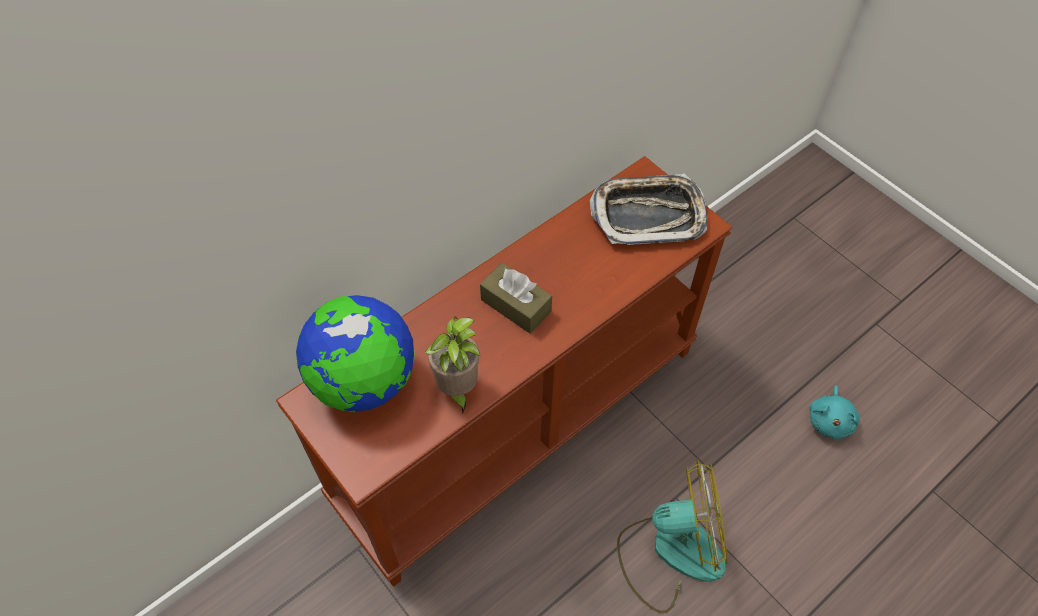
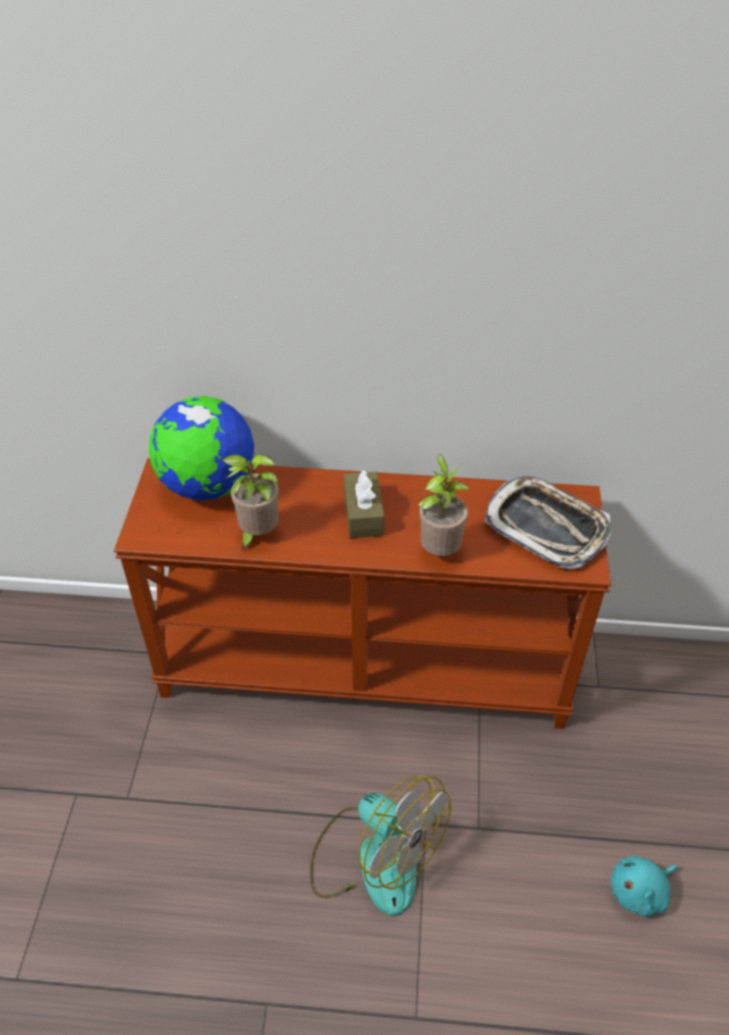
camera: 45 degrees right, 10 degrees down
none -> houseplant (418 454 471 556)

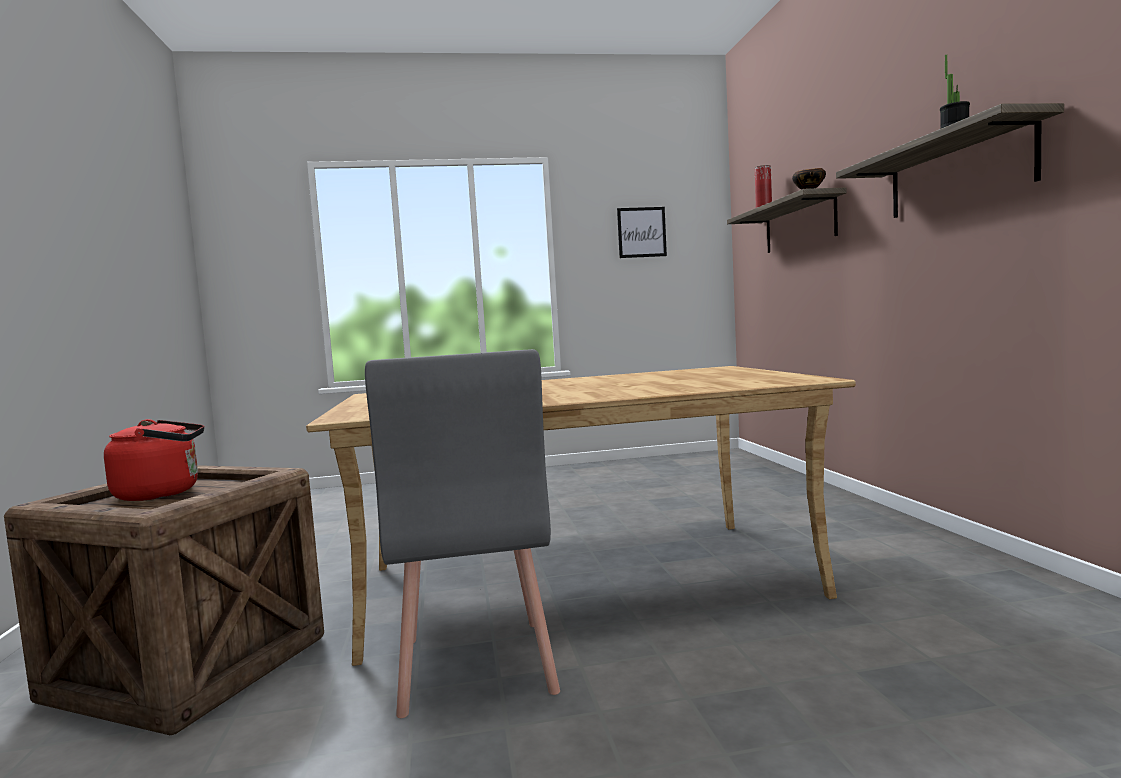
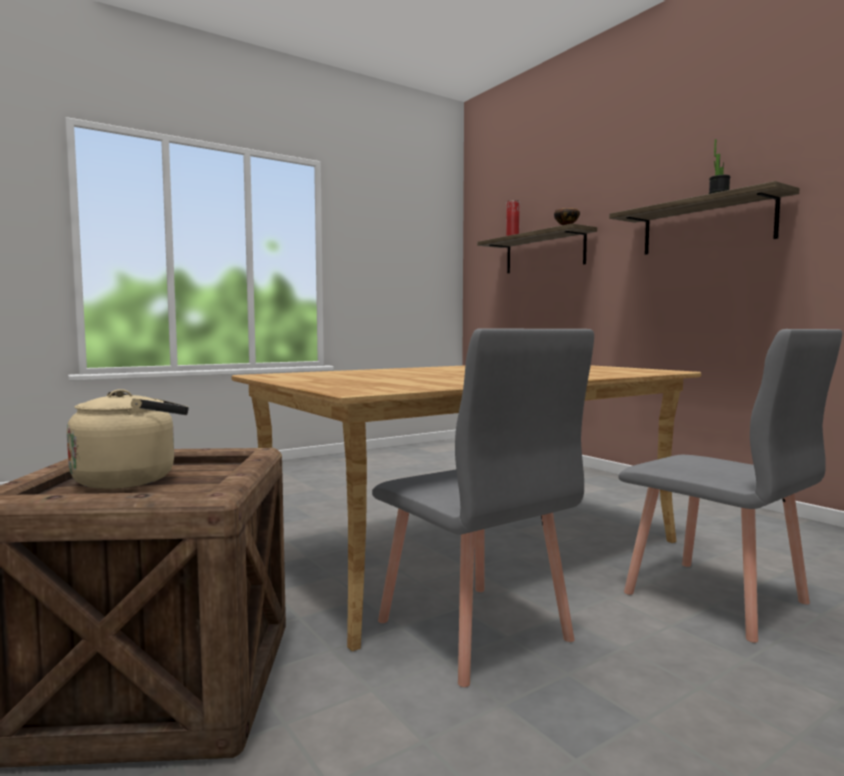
camera: 25 degrees left, 0 degrees up
wall art (617 207 667 258) -> none
none -> plain chair/greyish (618 329 843 643)
kettle/red-coloured (104 419 204 501) -> kettle/beige (67 389 189 489)

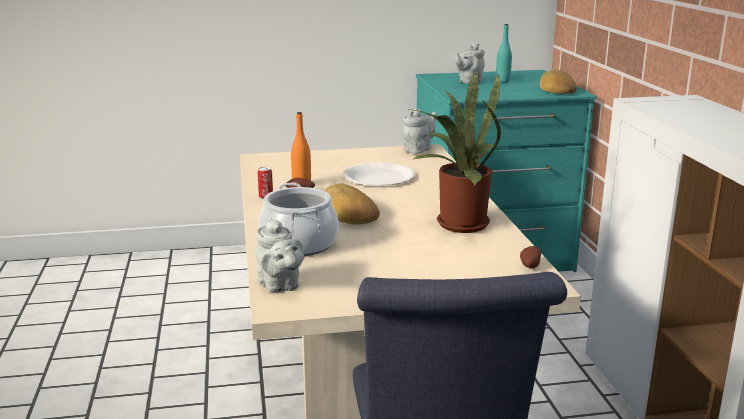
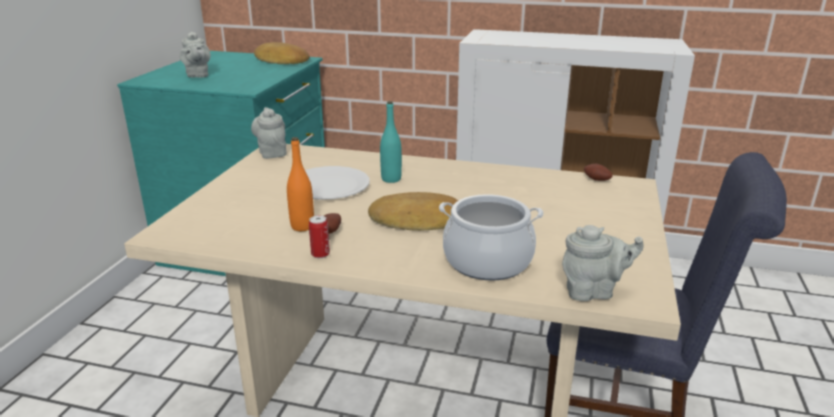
camera: 65 degrees left, 5 degrees up
houseplant (409 71 501 233) -> none
bottle/turquoise-coloured (496 24 512 83) -> bottle/turquoise-coloured (380 101 402 183), moved

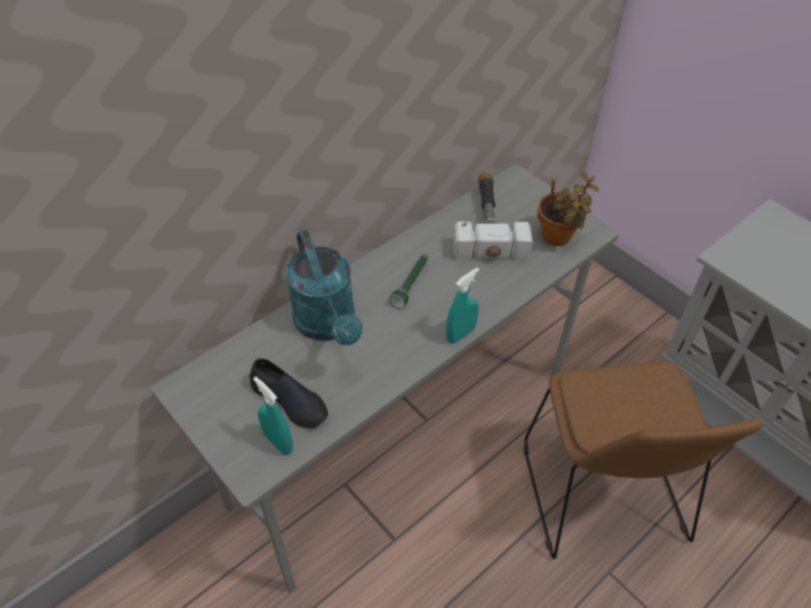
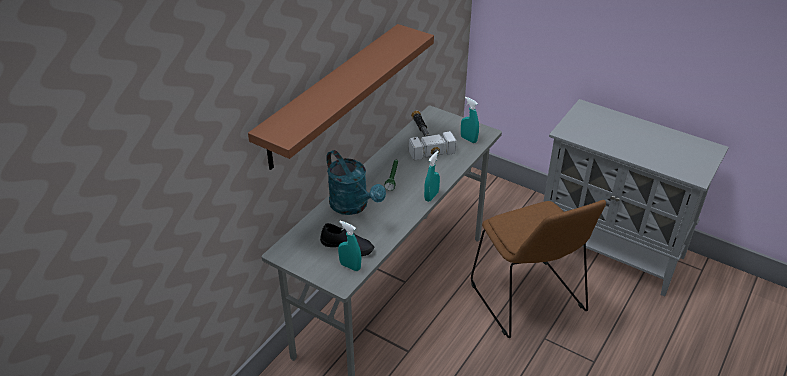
camera: 15 degrees left, 10 degrees down
none -> shelf/brown (248 24 434 170)
houseplant (537 171 599 246) -> sprayer/turquoise-coloured (461 97 479 143)

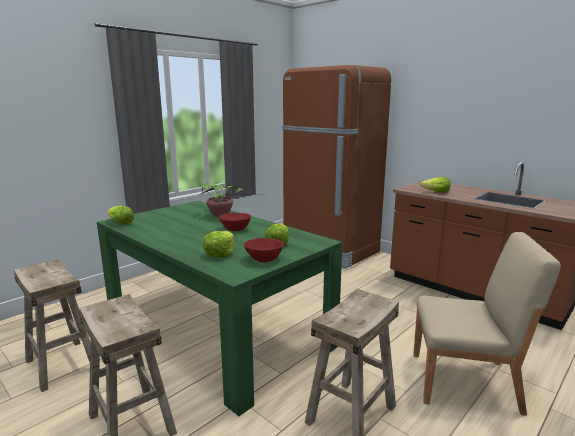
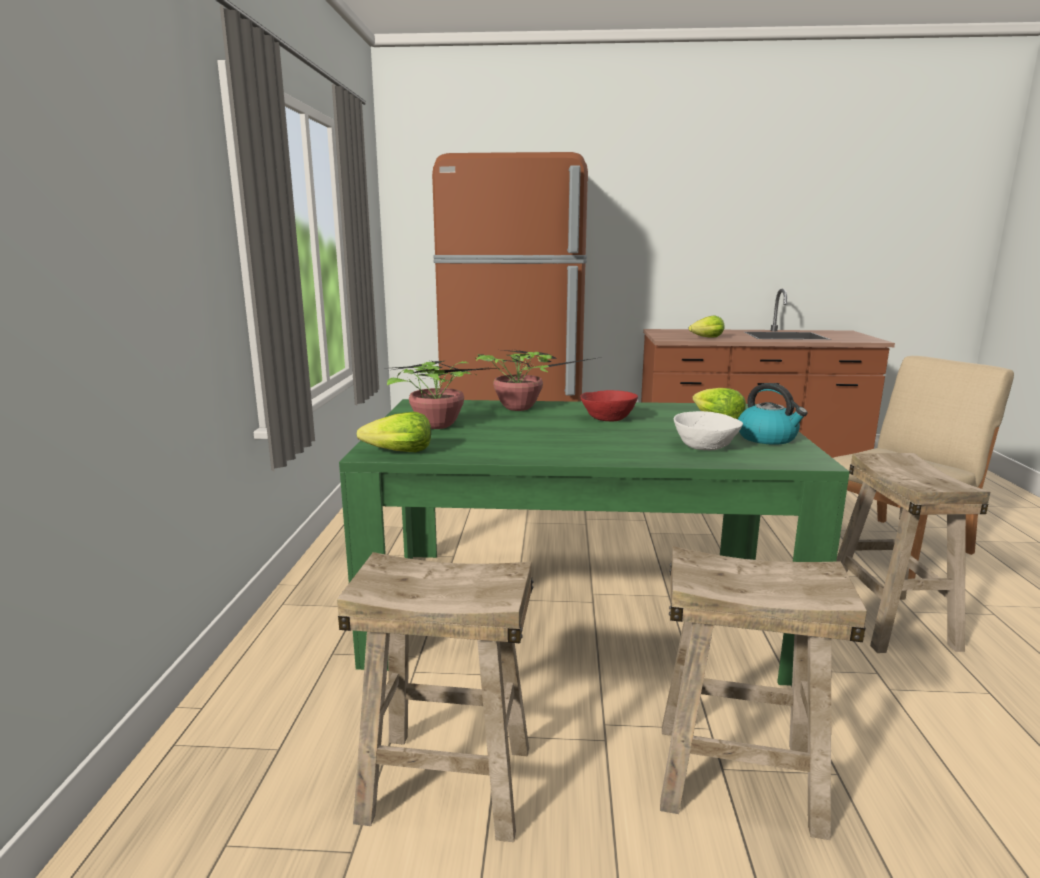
camera: 40 degrees left, 0 degrees up
none -> houseplant (387 360 499 429)
lettuce head (203 231 234 258) -> serving bowl/whitish (674 411 743 450)
serving bowl/red-coloured (244 238 284 262) -> kettle (738 383 808 445)

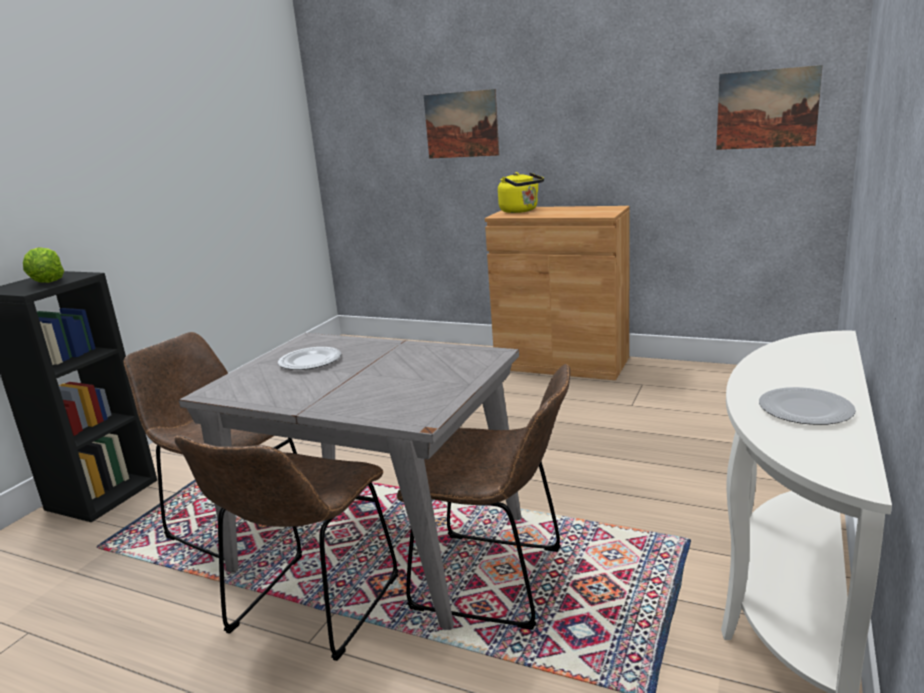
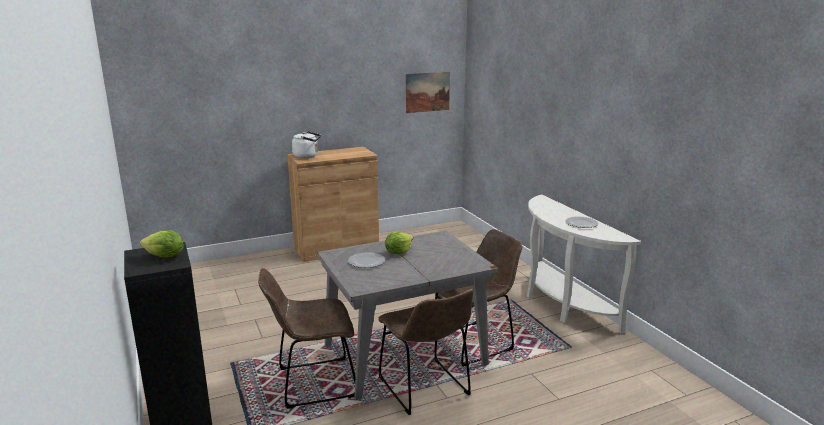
camera: 50 degrees left, 0 degrees up
wall art (424 89 499 159) -> none
none -> lettuce head (385 232 413 254)
kettle/yellow (498 172 544 213) -> kettle/whitish (292 131 321 158)

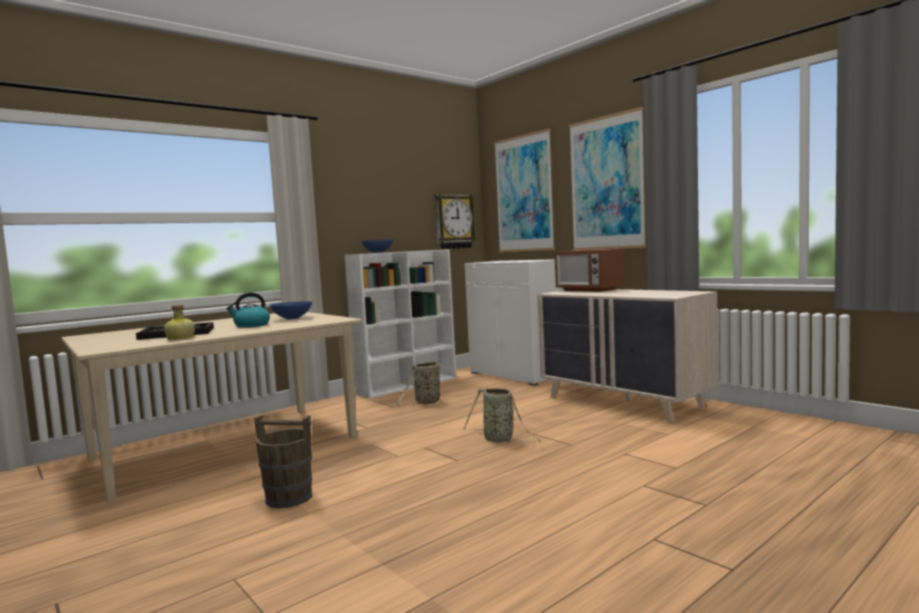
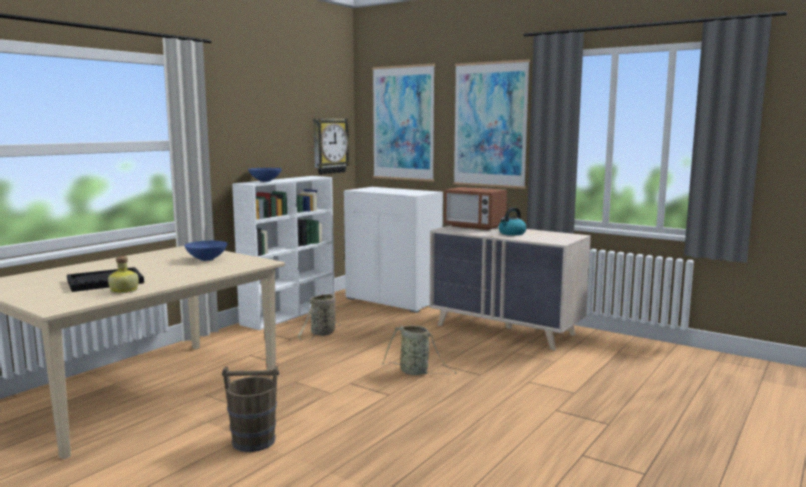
camera: 15 degrees left, 5 degrees up
kettle (226 292 270 328) -> kettle (499 207 527 235), moved

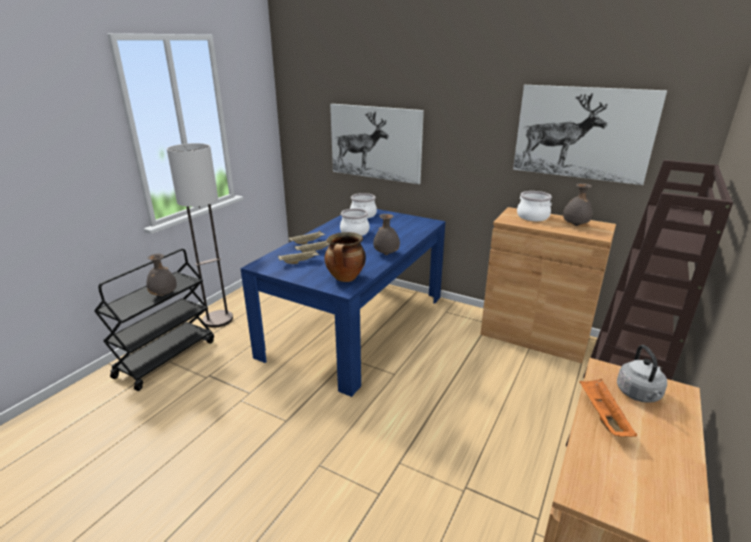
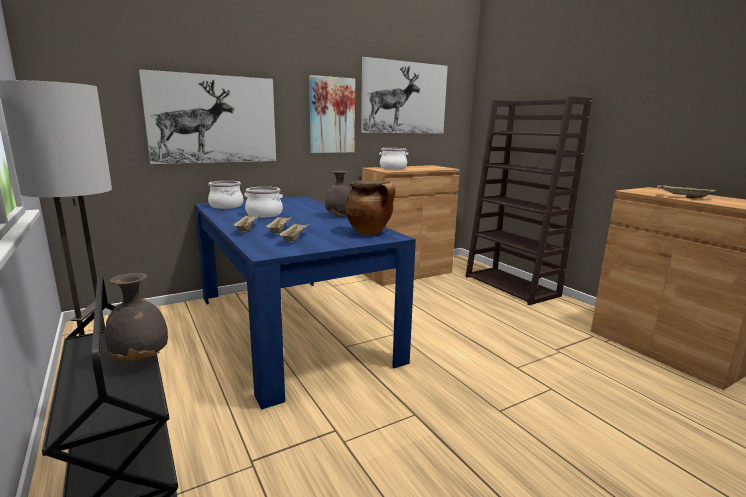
camera: 60 degrees left, 10 degrees down
flower vase/greyish (563 183 592 226) -> none
kettle/greyish (617 345 667 403) -> none
none -> wall art (309 75 355 153)
carrying tray/orange (579 379 637 437) -> carrying tray/beige (657 185 717 198)

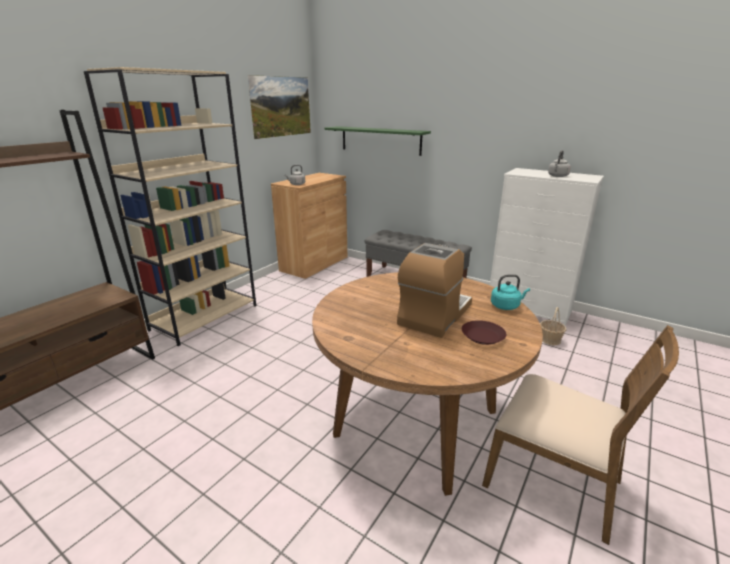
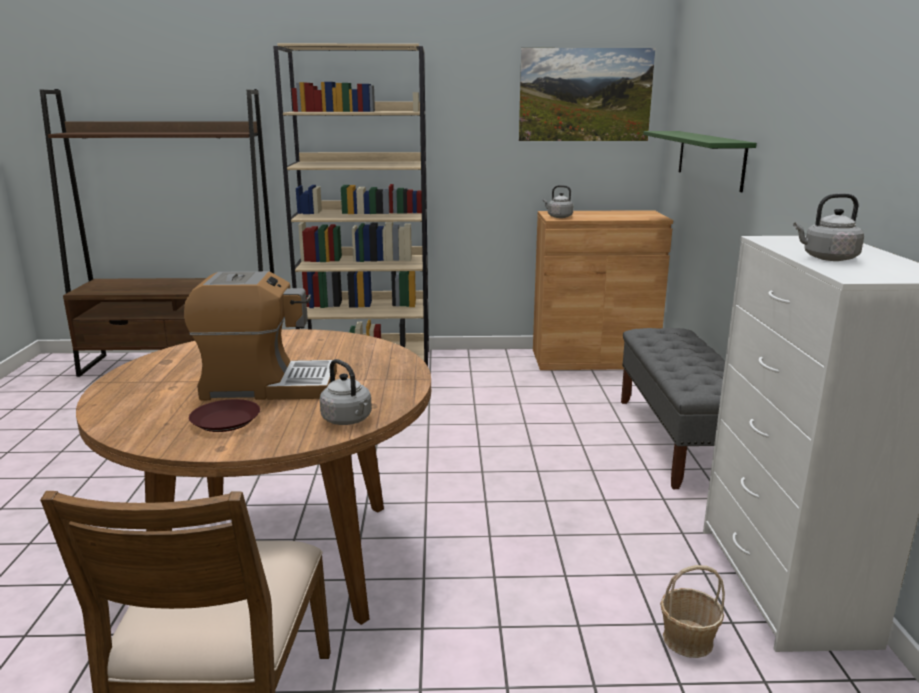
camera: 55 degrees right, 5 degrees down
kettle/turquoise-coloured (491 274 530 310) -> kettle/greyish (320 359 372 425)

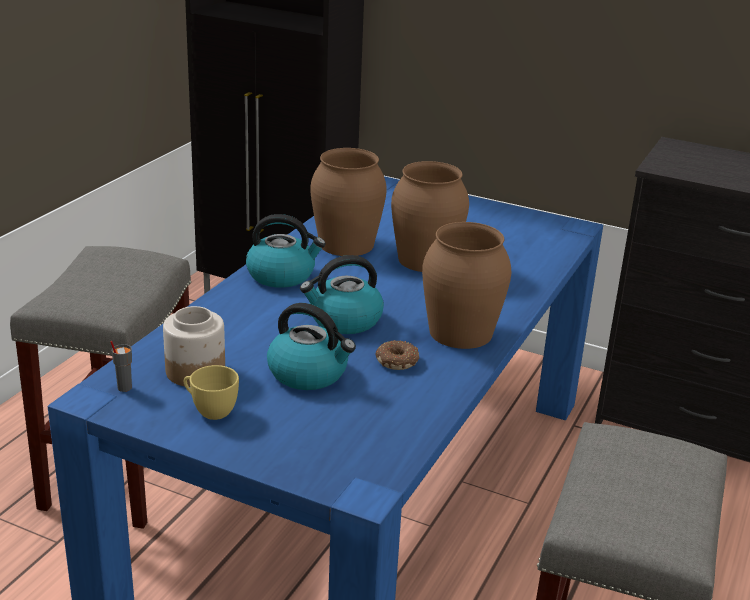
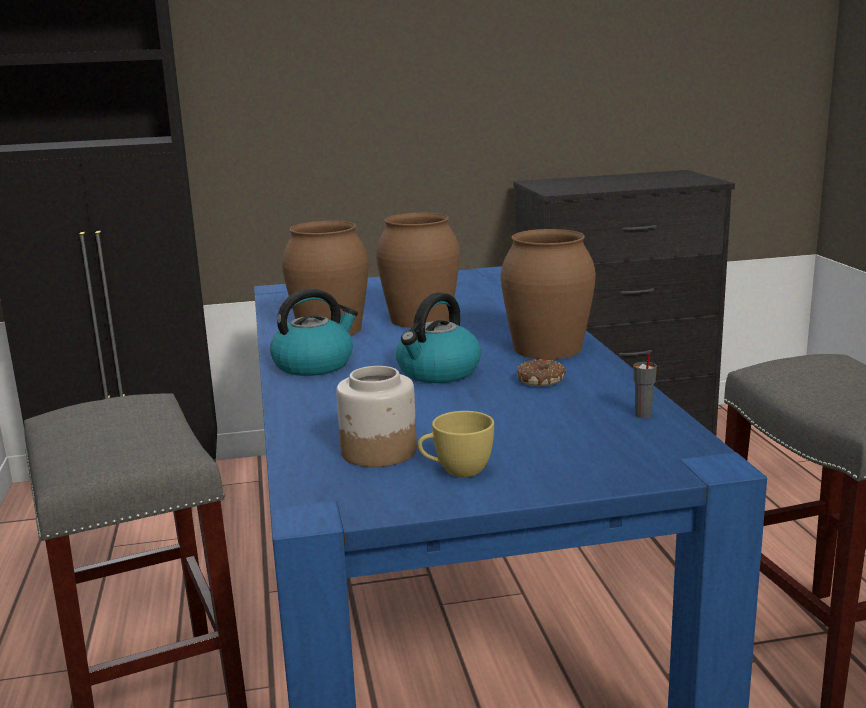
camera: 35 degrees left, 10 degrees down
kettle (267 303 356 390) -> none
drinking cup/greyish (110 341 132 392) -> drinking cup/greyish (633 353 657 418), moved

